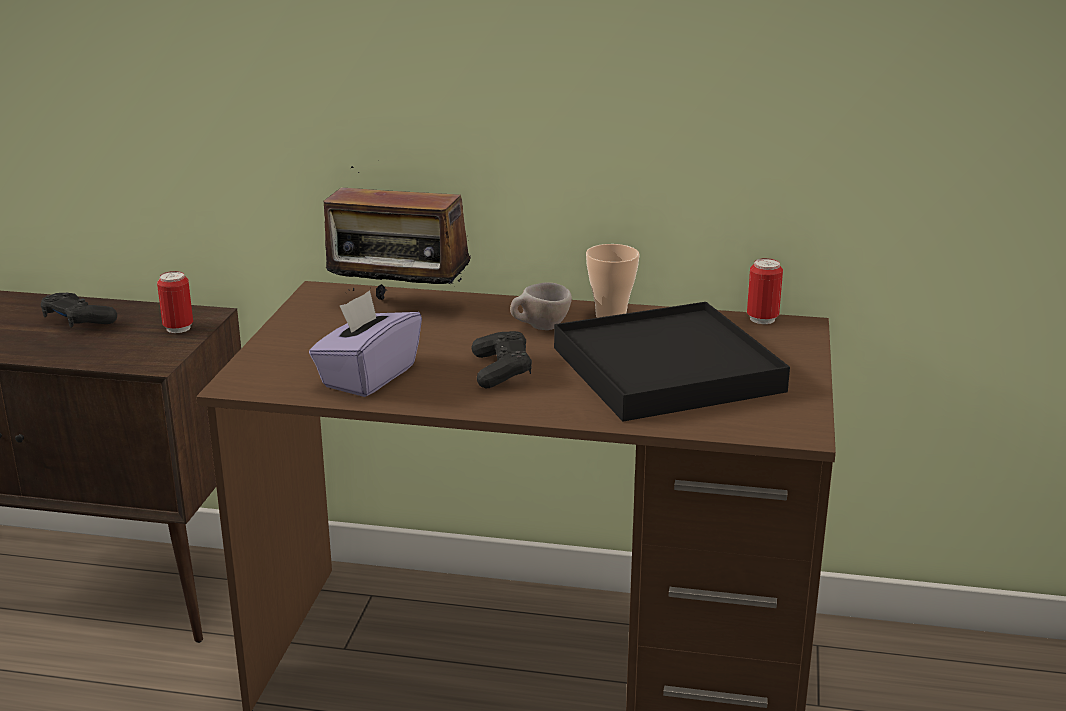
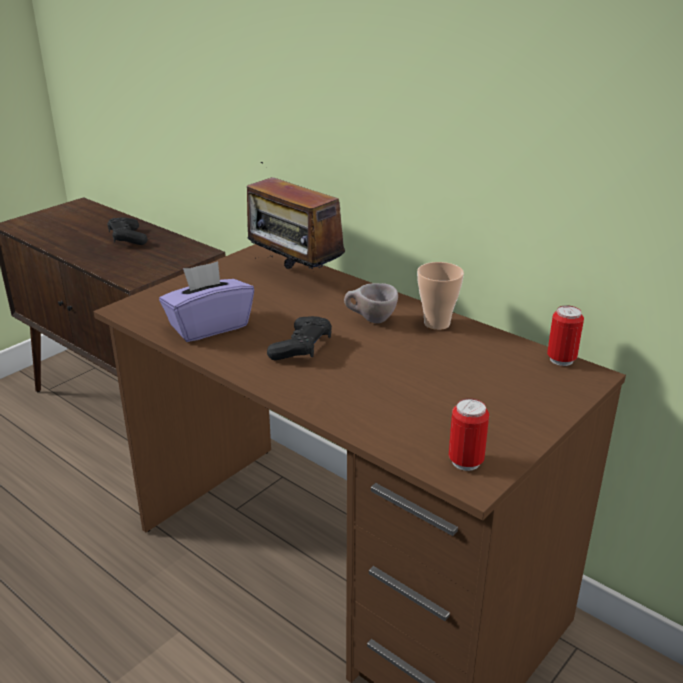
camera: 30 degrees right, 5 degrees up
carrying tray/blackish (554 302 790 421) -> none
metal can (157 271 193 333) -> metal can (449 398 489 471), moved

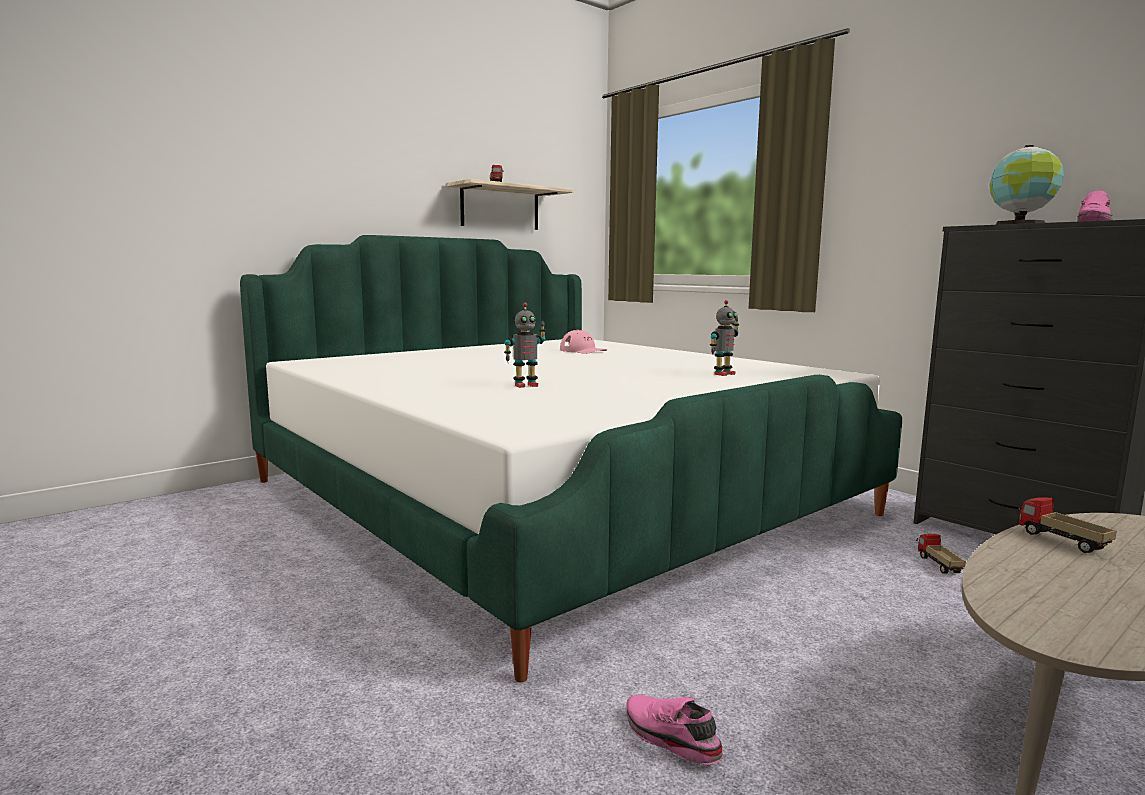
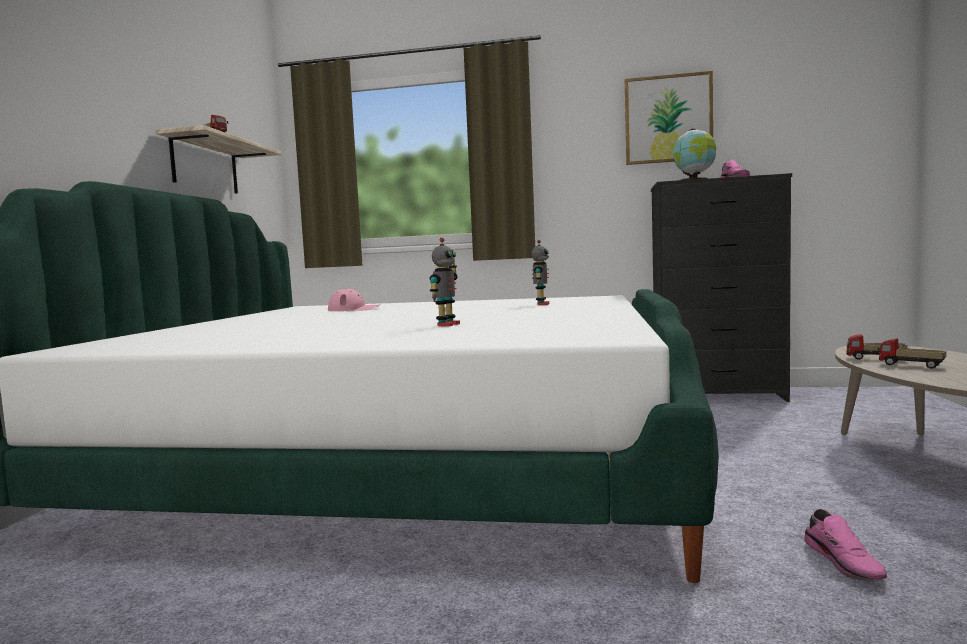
camera: 40 degrees left, 5 degrees down
none -> wall art (625 71 713 165)
toy lorry (916 534 966 574) -> toy lorry (878 338 946 369), moved
low shoe/pink-coloured (626 694 724 765) -> low shoe/pink-coloured (804 509 887 581), 105 degrees counterclockwise

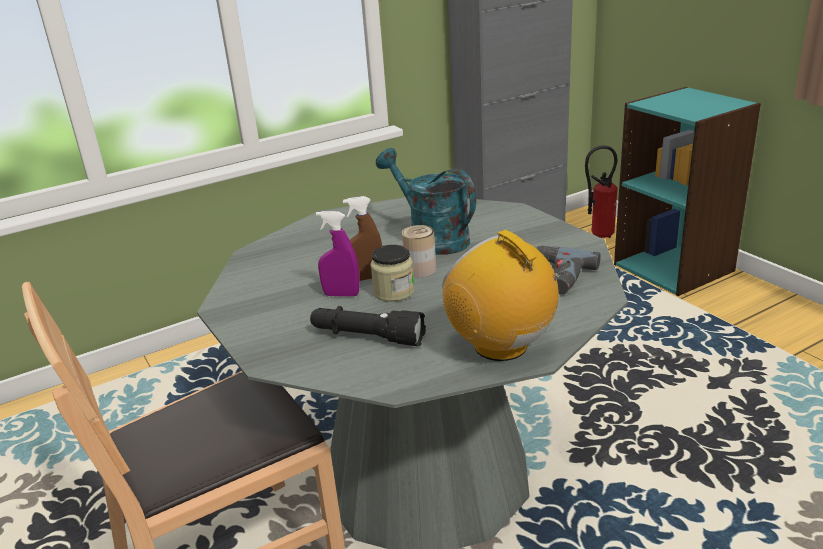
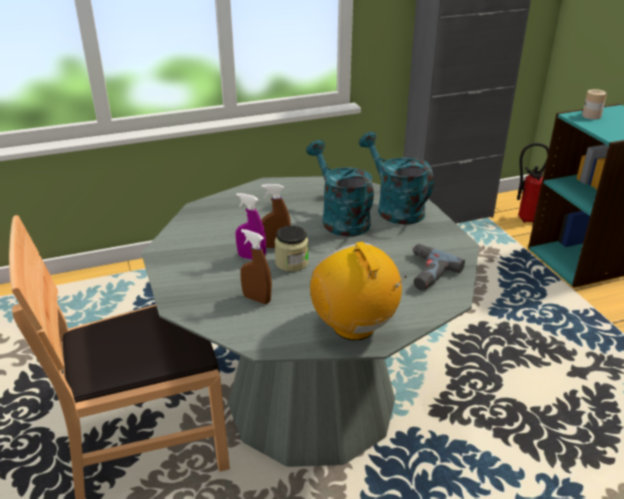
camera: 10 degrees right, 5 degrees up
none -> watering pot/turquoise-coloured (359 132 434 225)
metal can (402 225 436 278) -> metal can (582 89 607 120), moved
flashlight/blackish (310 306 426 346) -> sprayer/brown (240 229 272 304)

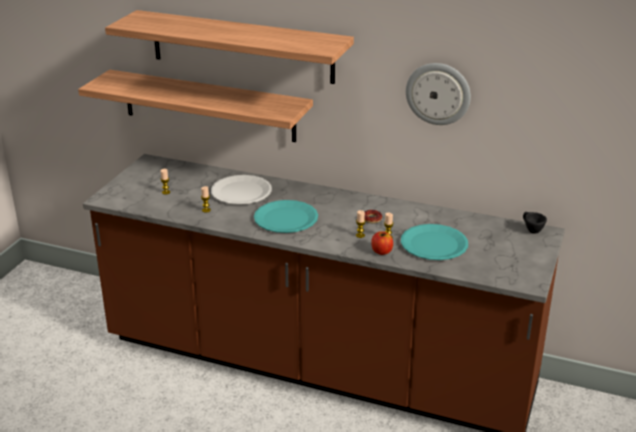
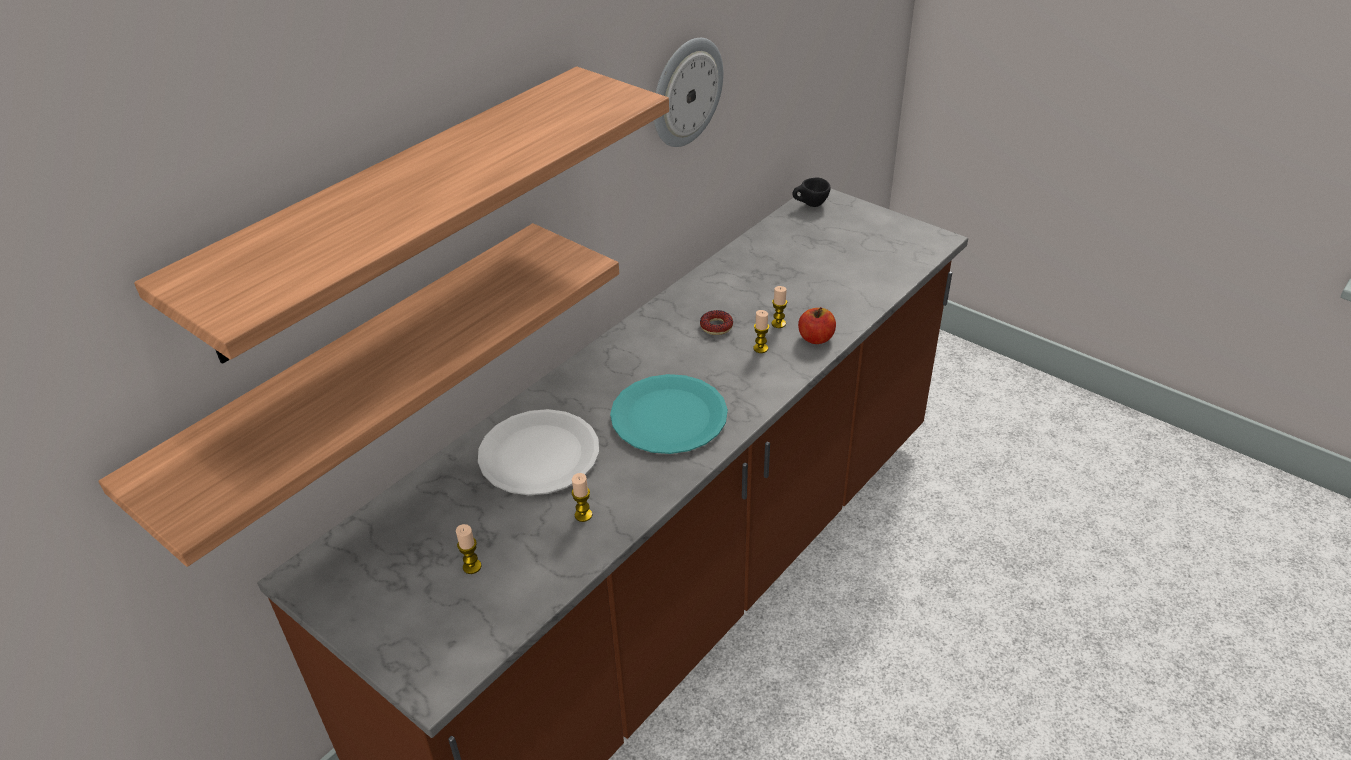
camera: 70 degrees left, 10 degrees up
plate/turquoise-coloured (401 224 468 260) -> none

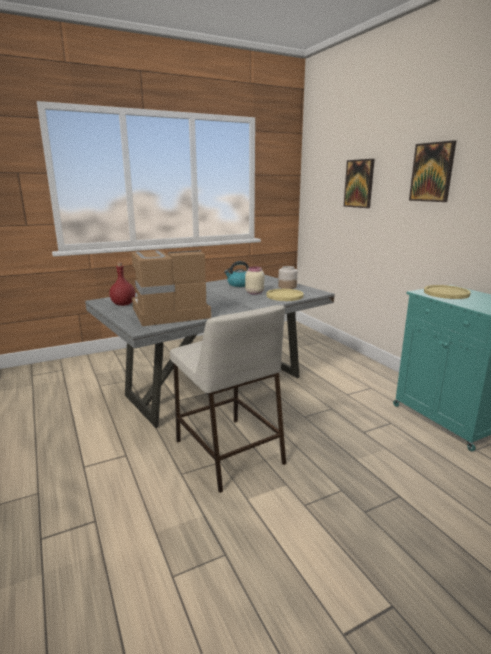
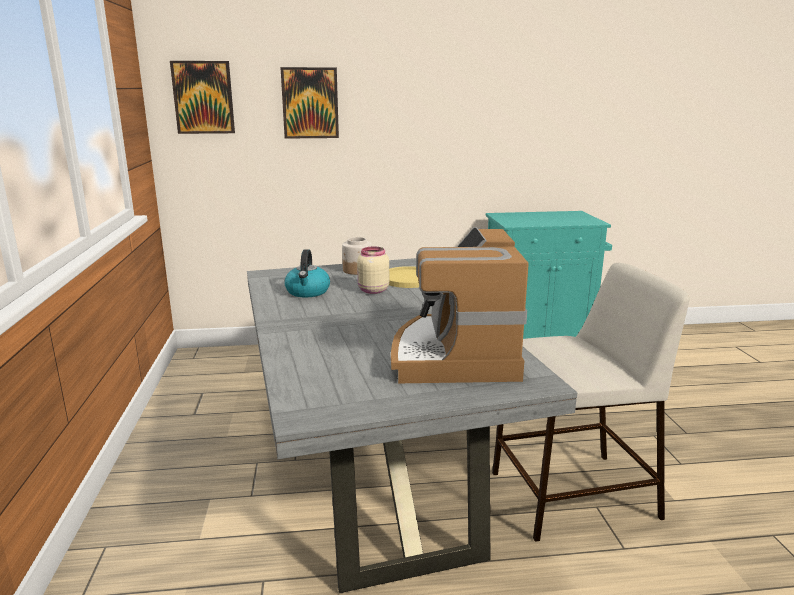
camera: 70 degrees left, 0 degrees up
bottle/red-coloured (109 262 135 306) -> none
plate/yellow (424 285 471 299) -> none
wall art (409 140 456 202) -> wall art (170 61 235 134), moved

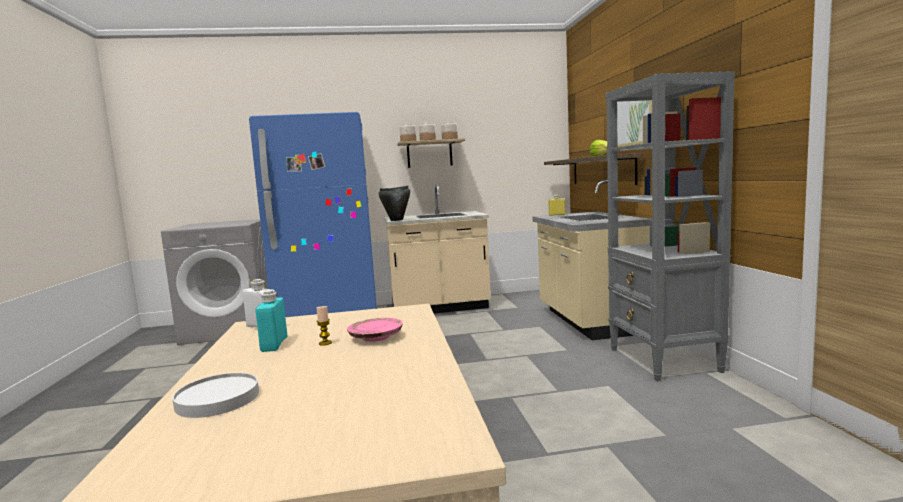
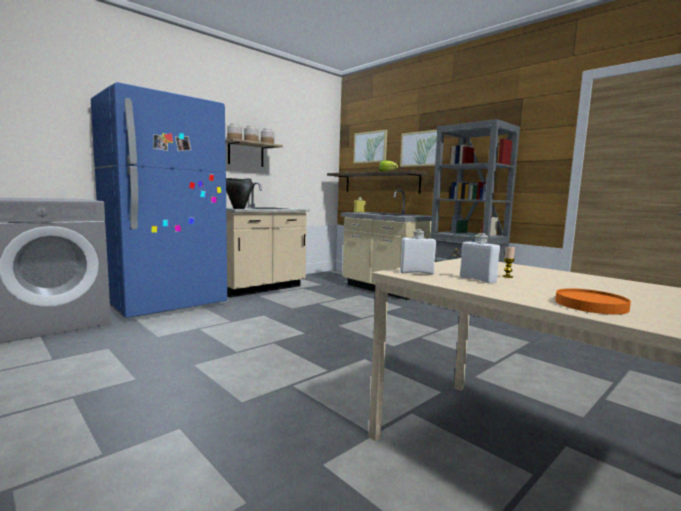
camera: 35 degrees left, 0 degrees up
plate/pink-coloured (347 318 403 342) -> none
none -> wall art (353 130 387 164)
plate/whitish (172 373 259 418) -> plate/orange (555 288 631 315)
bottle/turquoise-coloured (255 290 287 352) -> bottle/whitish (460 233 500 284)

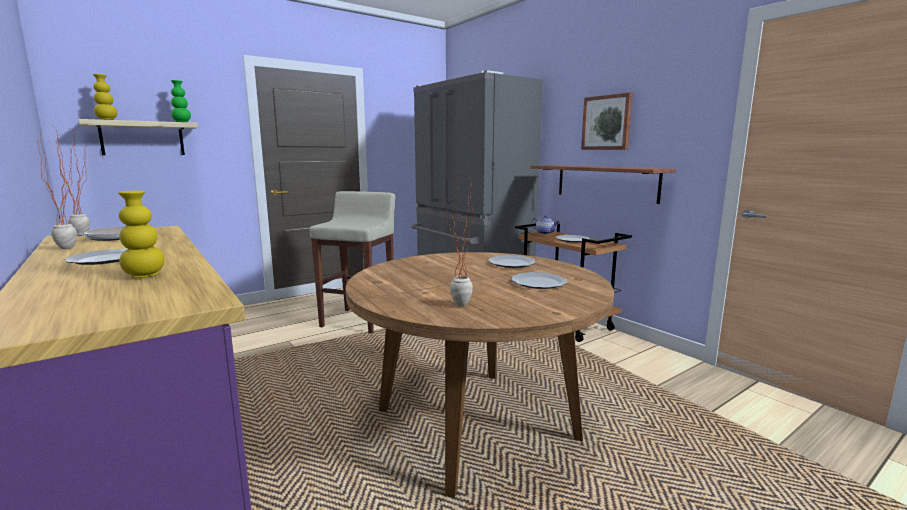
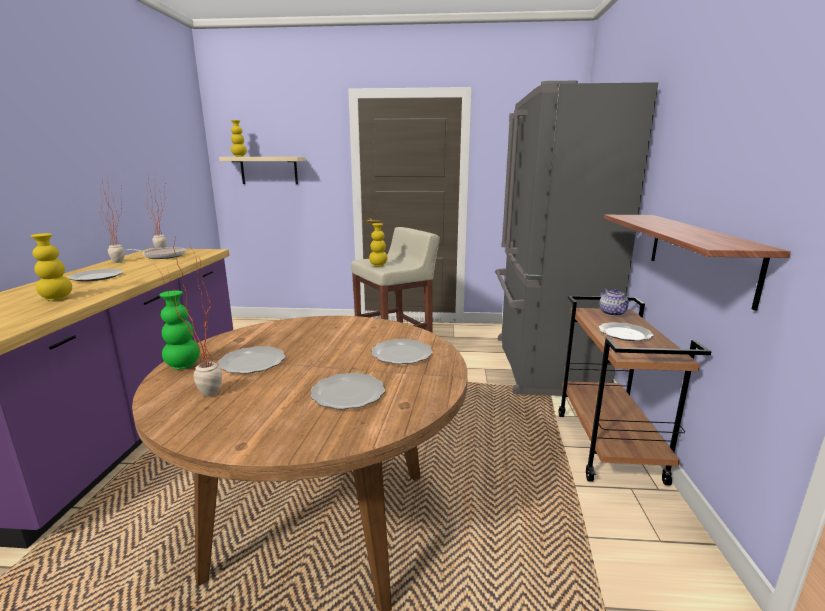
camera: 40 degrees right, 5 degrees up
wall art (581 92 633 150) -> none
none -> plate (218 346 285 374)
none -> flower vase/yellow (369 223 388 267)
flower vase/greenish (171 80 191 122) -> flower vase/greenish (160 290 200 369), moved

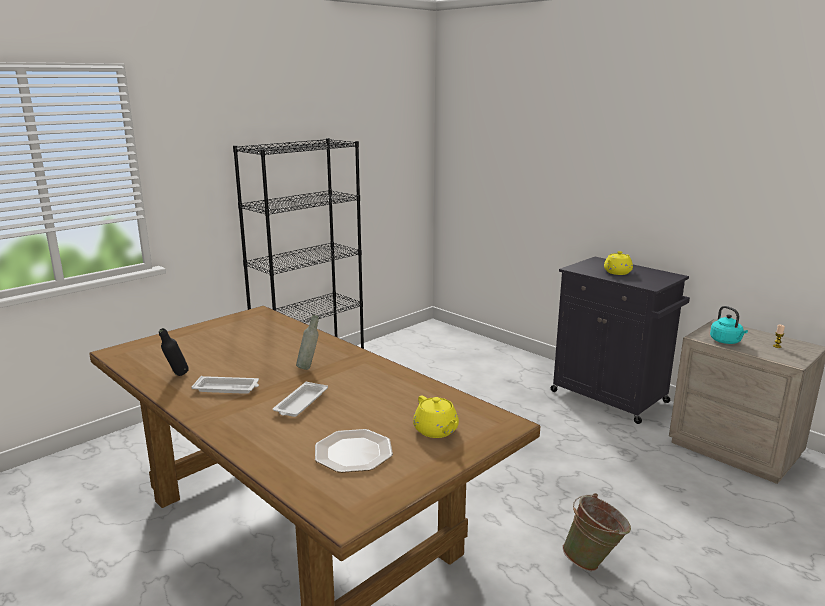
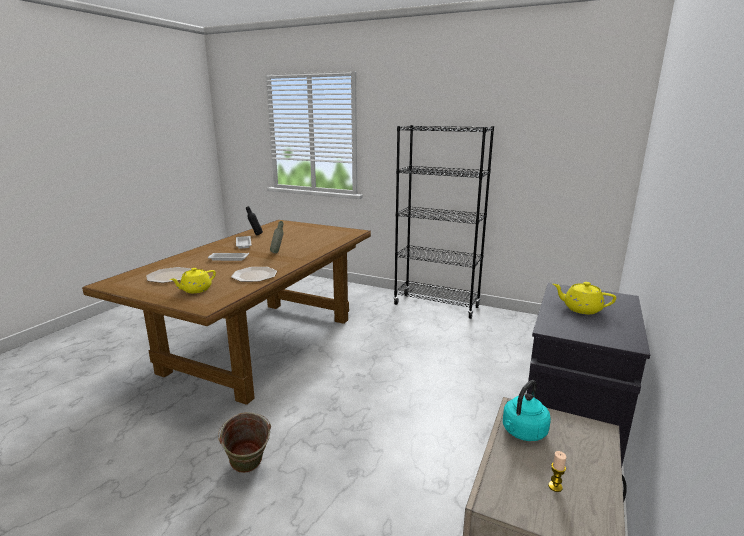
camera: 70 degrees right, 0 degrees up
none -> plate (231 267 277 282)

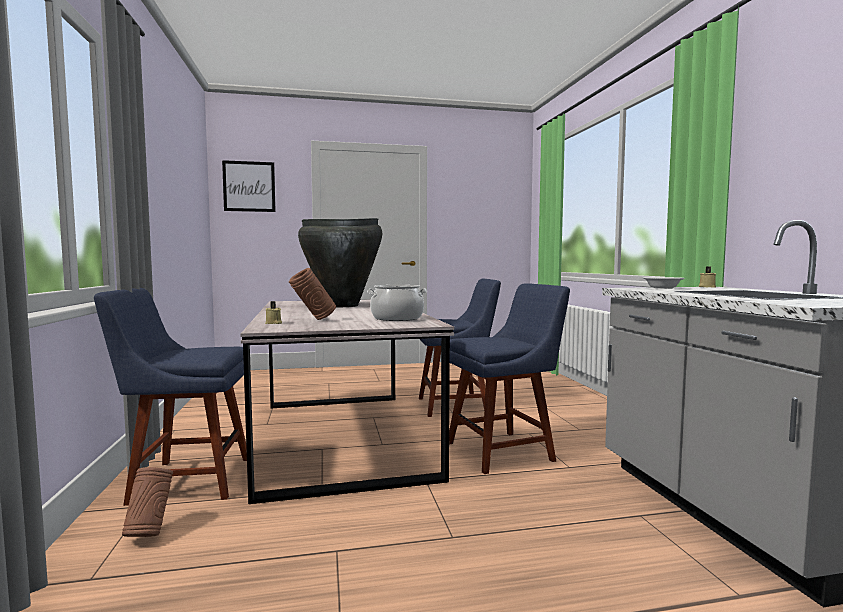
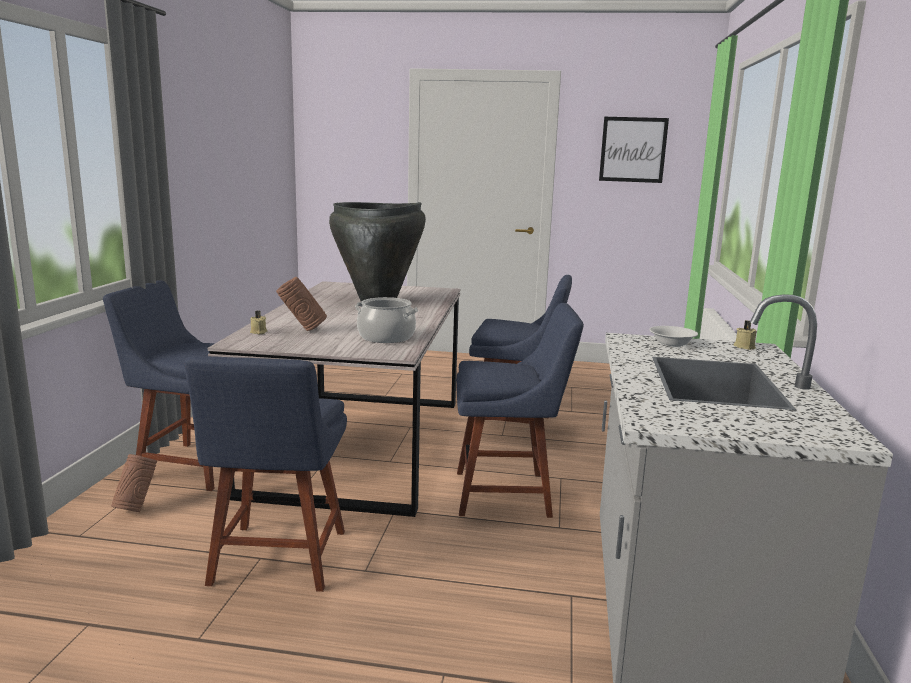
camera: 20 degrees right, 10 degrees up
none -> plain chair/blue (184 356 347 592)
wall art (222 160 276 212) -> wall art (599 117 669 183), moved

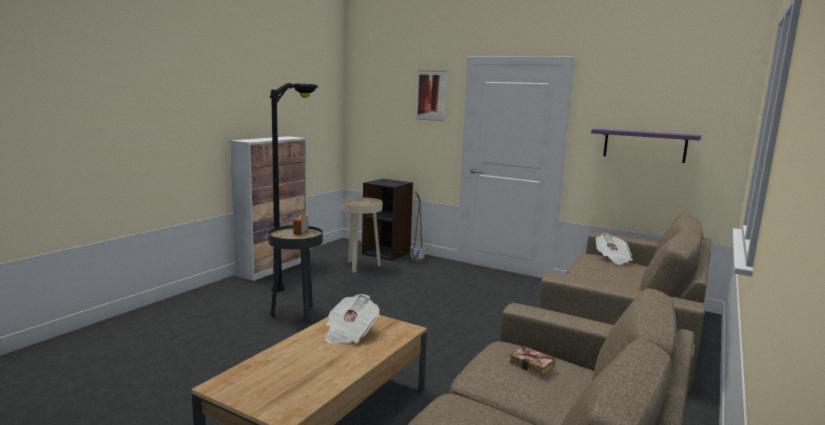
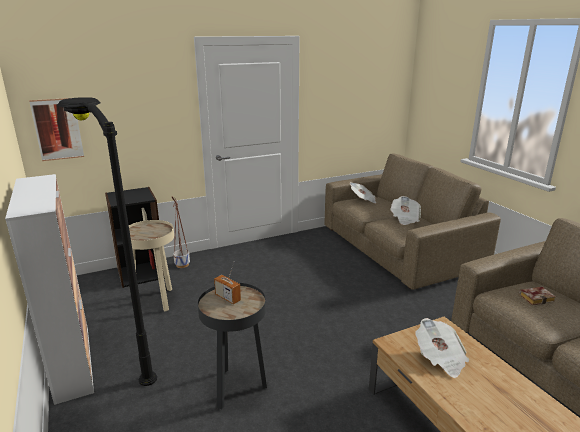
camera: 55 degrees left, 10 degrees up
shelf/purple (591 129 701 163) -> none
none -> newspaper (390 196 421 225)
wall art (416 70 447 121) -> wall art (29 98 84 161), moved

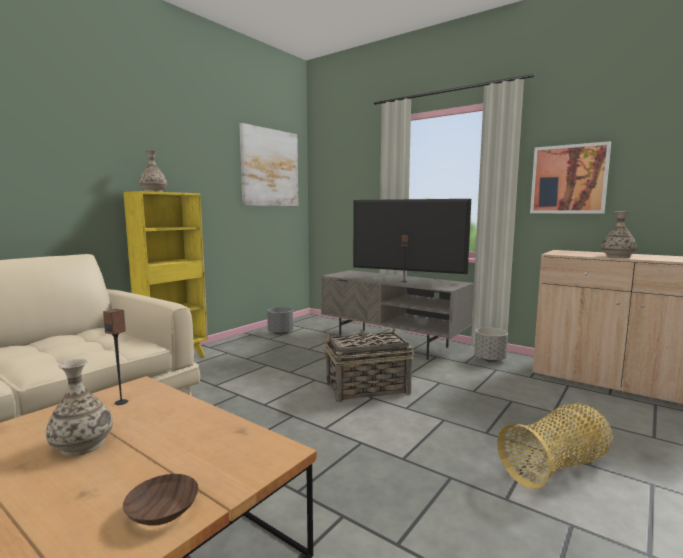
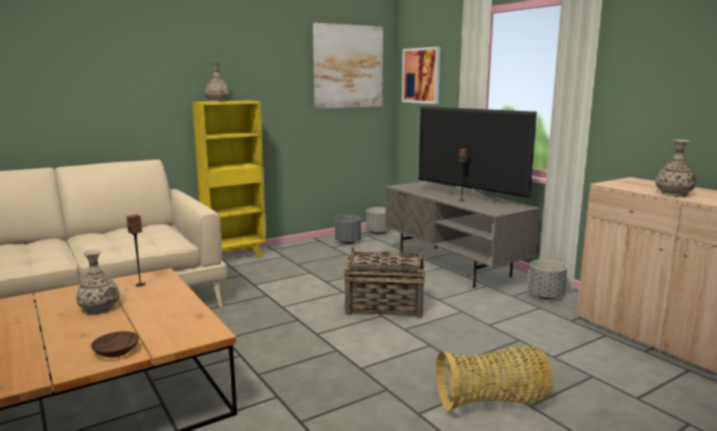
camera: 20 degrees right, 5 degrees up
none -> plant pot/greyish (366 207 391 234)
wall art (530 141 611 214) -> wall art (402 47 440 104), moved

